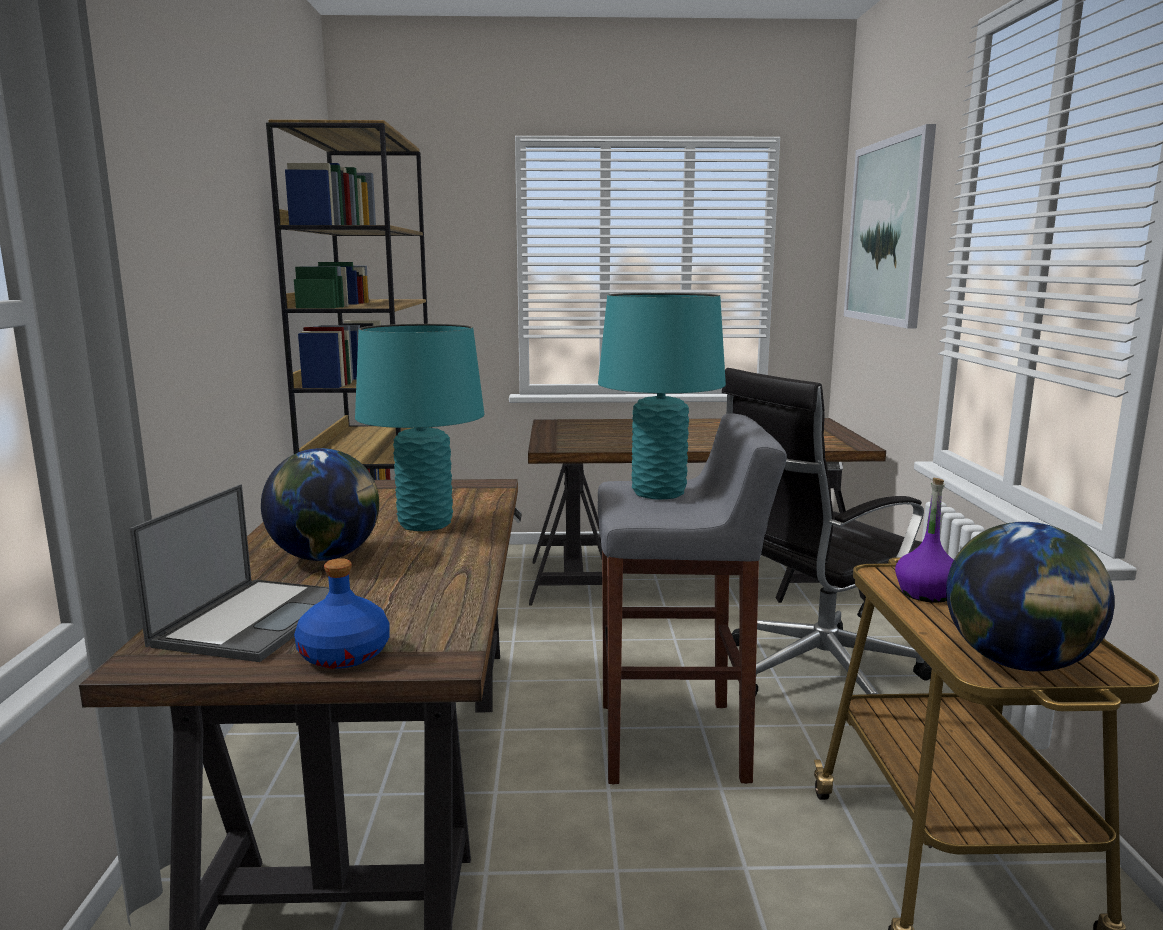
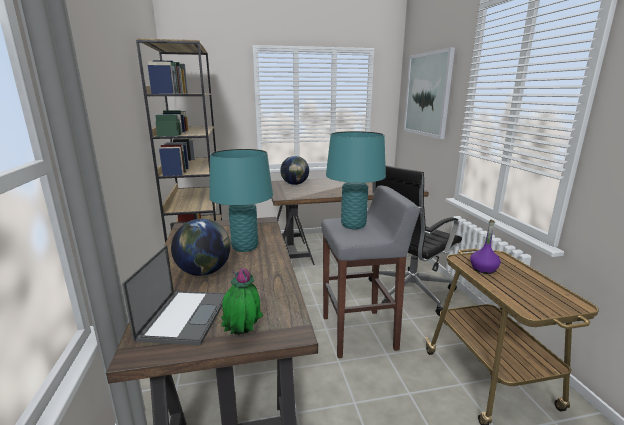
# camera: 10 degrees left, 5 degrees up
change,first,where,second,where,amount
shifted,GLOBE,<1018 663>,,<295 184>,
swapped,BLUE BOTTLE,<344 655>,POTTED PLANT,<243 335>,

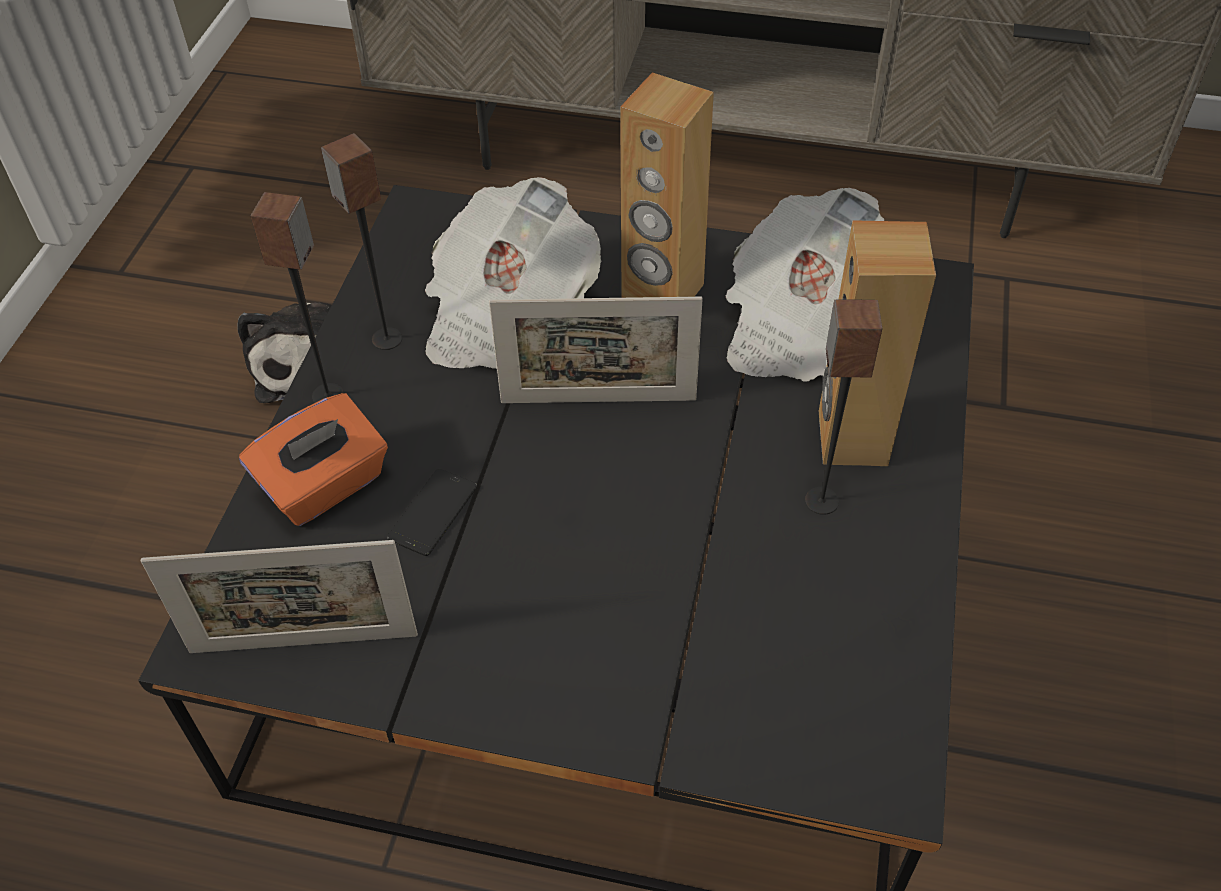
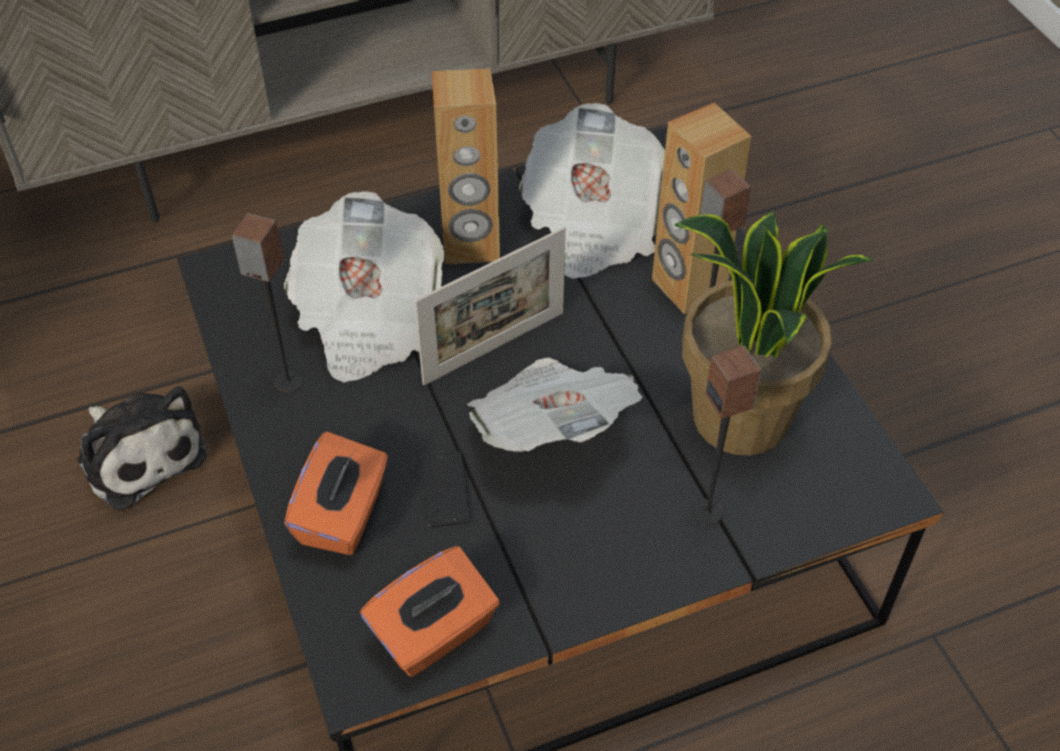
# camera: 35 degrees left, 0 degrees up
change,first,where,second,where,amount
shifted,SPEAKER,<328 395>,,<708 512>,
swapped,PICTURE FRAME,<304 643>,ORANGE TISSUE BOX,<434 633>,
new,,,POTTED PLANT,<739 419>,
new,,,NEWSPAPER,<551 429>,

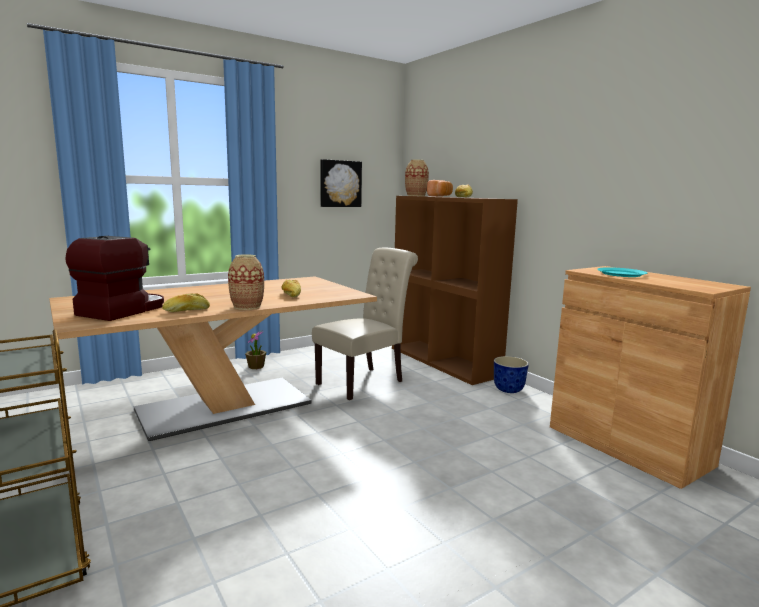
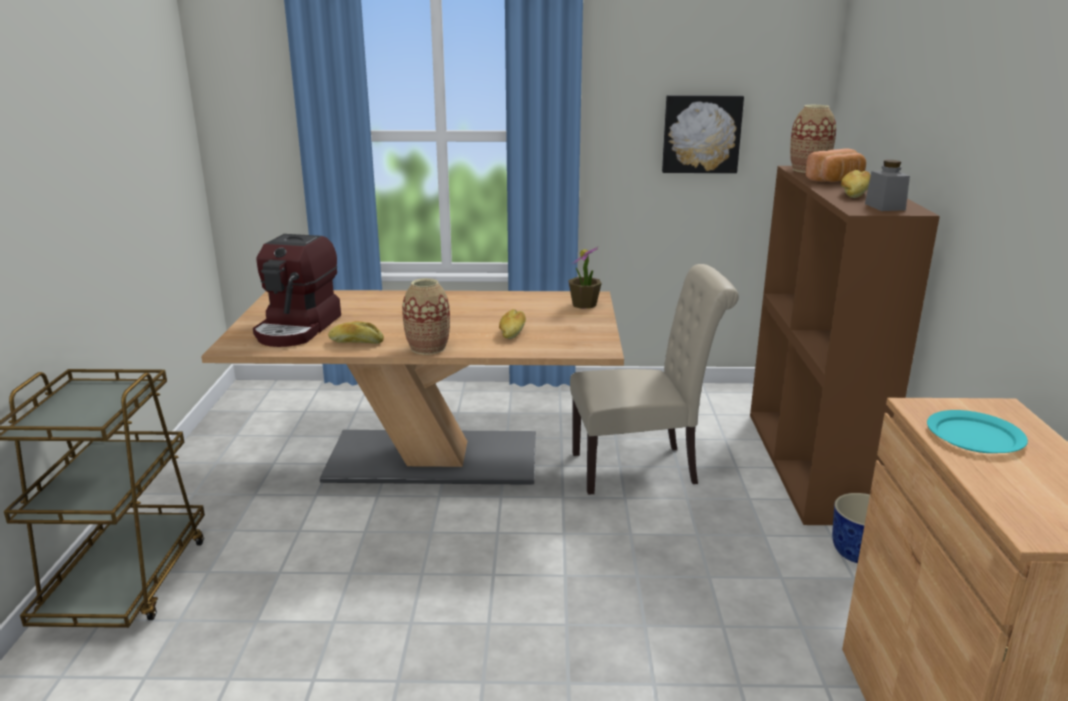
# camera: 35 degrees right, 10 degrees up
change,first,where,second,where,amount
rotated,COFFEE MACHINE,<122 310>,,<298 328>,135 degrees clockwise
shifted,POTTED PLANT,<256 366>,,<584 304>,
new,,,GREY JAR,<885 207>,

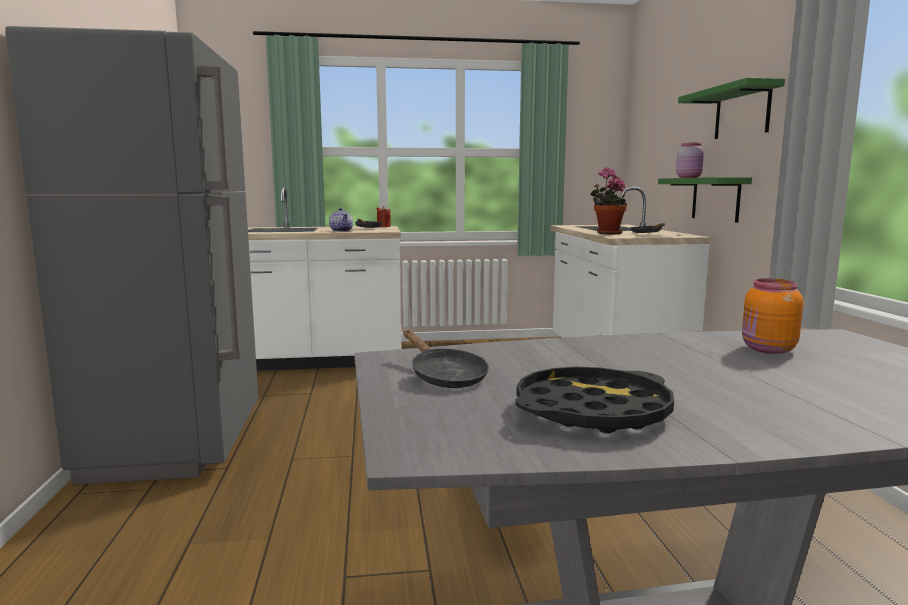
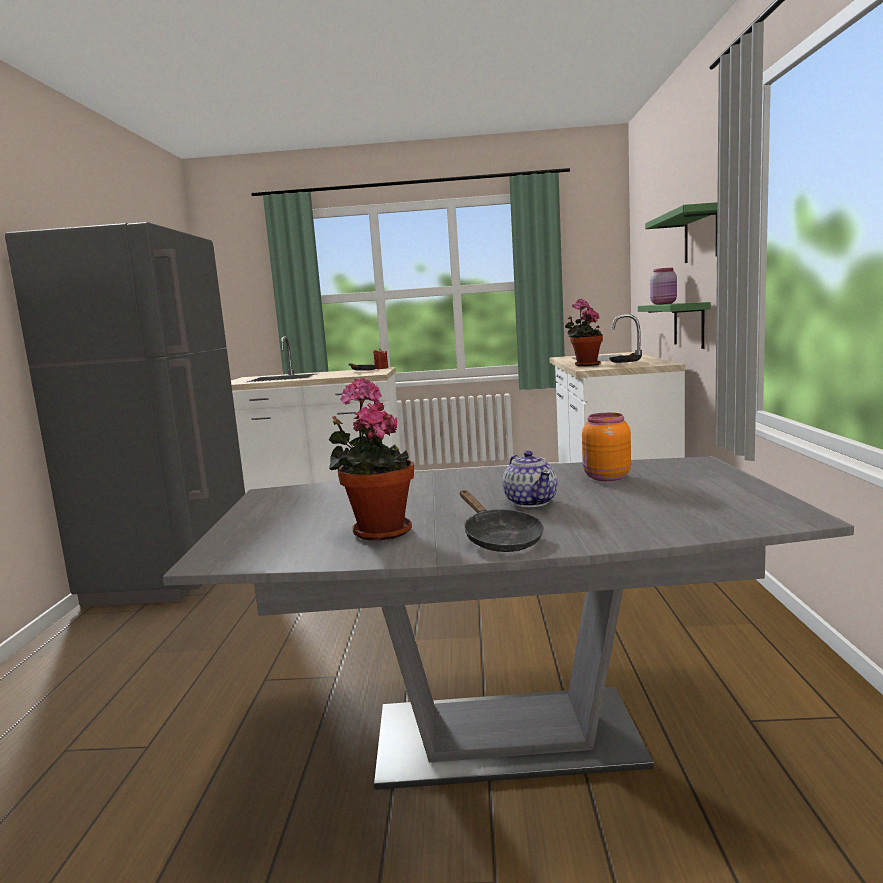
# camera: 10 degrees right, 0 degrees up
change,first,where,second,where,amount
shifted,TEAPOT,<341 231>,,<531 502>,
shifted,BLACK FRYING PAN,<444 376>,,<499 539>,
swapped,BLACK TRAY,<592 411>,POTTED PLANT,<377 531>,

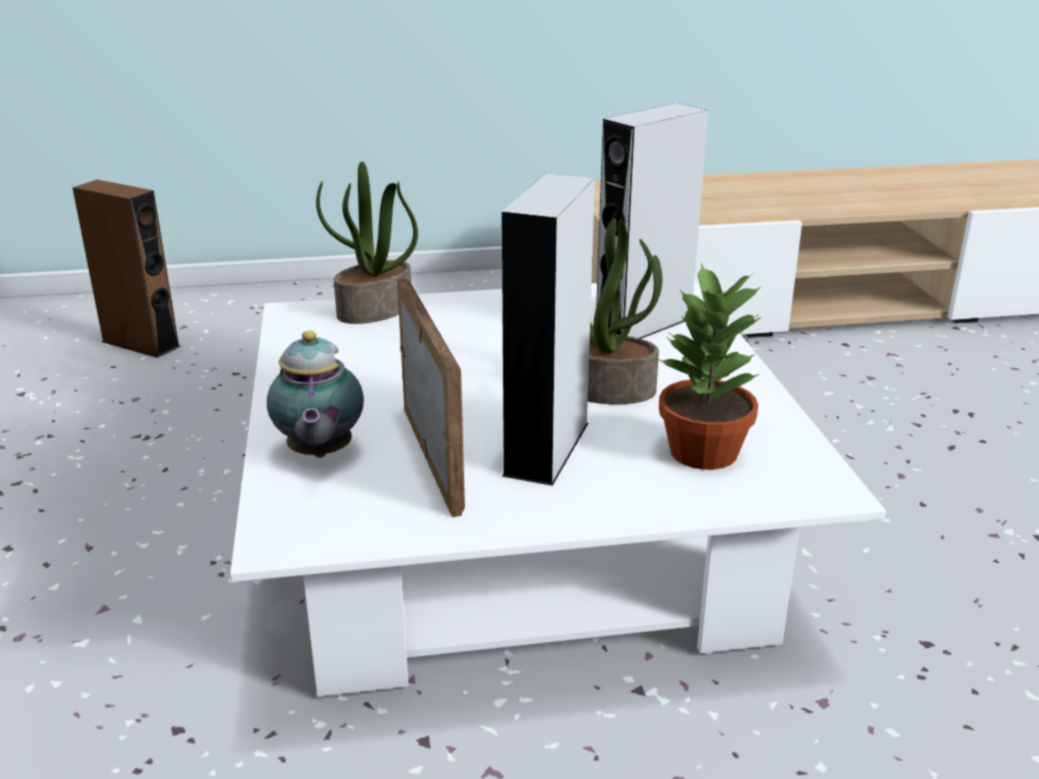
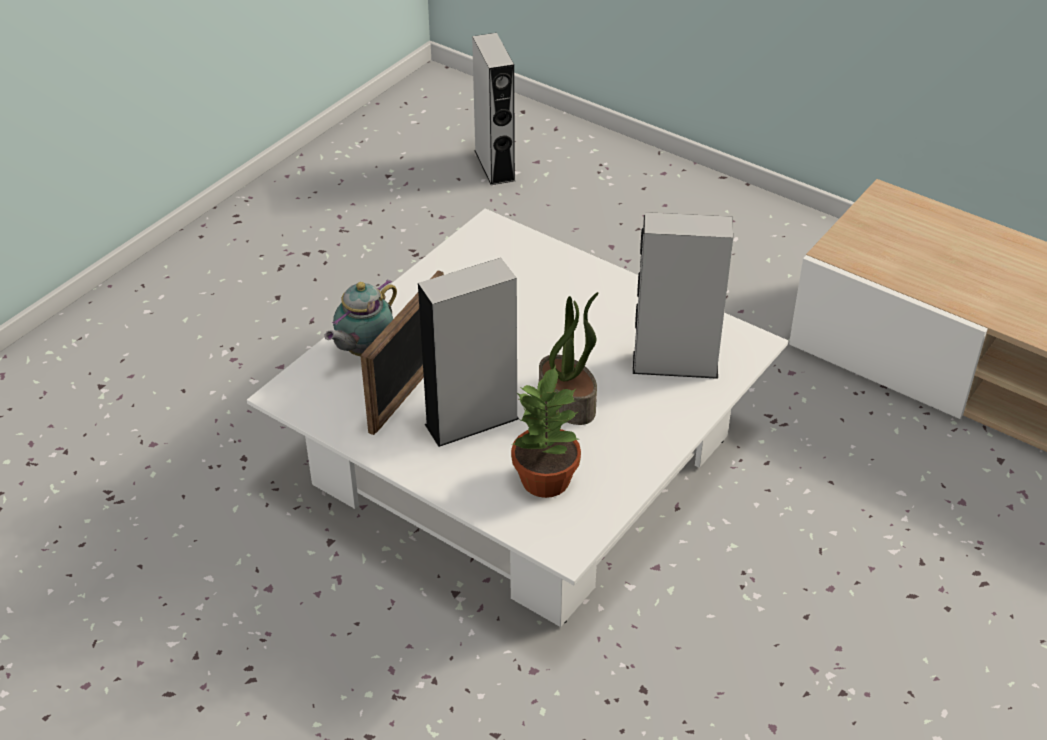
# camera: 45 degrees right, 15 degrees up
change,first,where,second,where,amount
gone,POTTED PLANT,<374 311>,,,
repainted,BROWN SPEAKER,<141 344>,GREY SPEAKER,<494 165>,

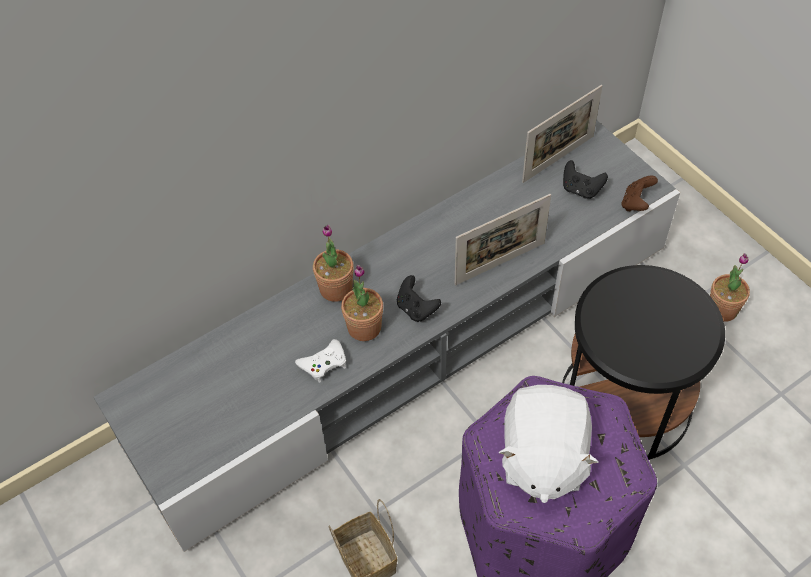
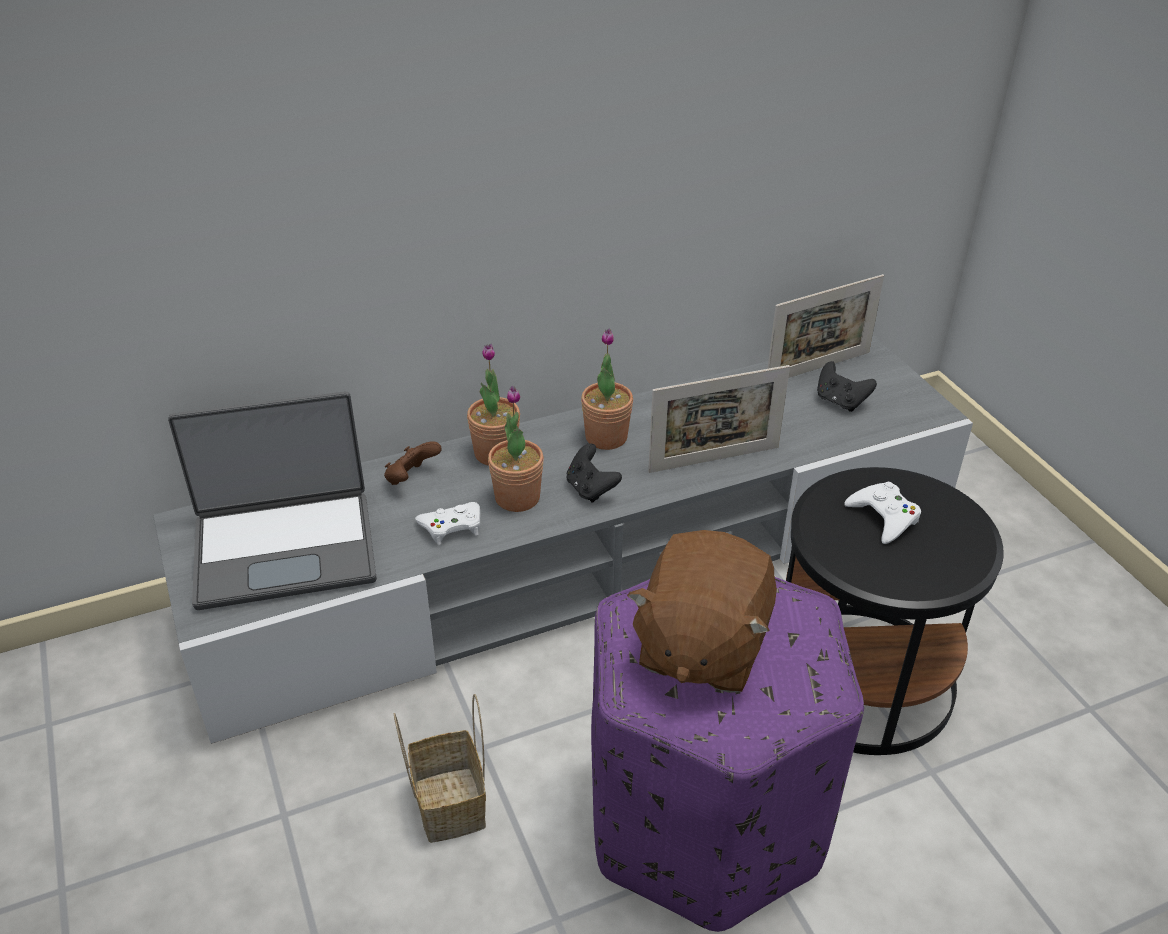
# camera: 10 degrees right, 15 degrees down
change,first,where,second,where,amount
shifted,BROWN GAME CONTROLLER,<636 203>,,<411 478>,
shifted,POTTED PLANT,<722 309>,,<606 437>,
repainted,WHITE PLUSH TOY,<542 458>,BROWN PLUSH TOY,<700 646>,
new,,,LAPTOP,<285 548>,
new,,,WHITE GAME CONTROLLER,<884 517>,

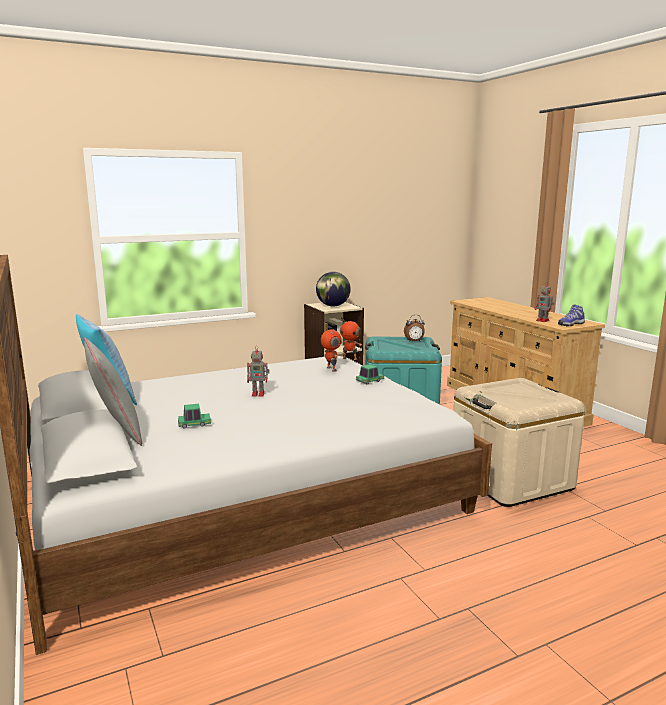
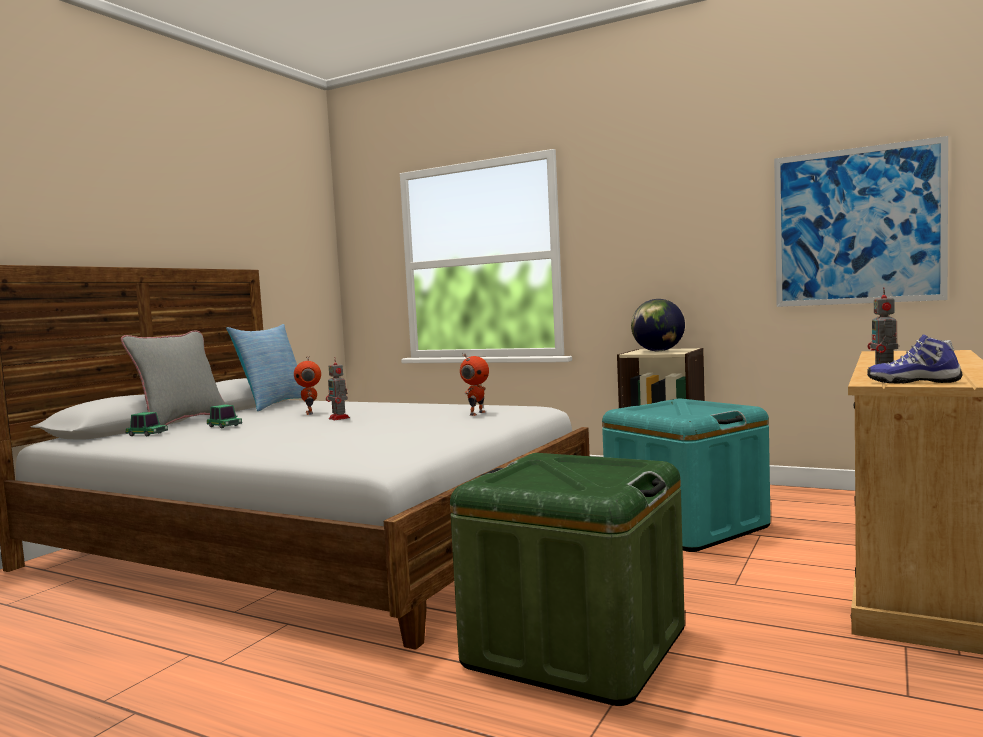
# camera: 55 degrees right, 10 degrees down
change,first,where,second,where,amount
gone,ALARM CLOCK,<414 341>,,,
shifted,TOY ROBOT,<350 358>,,<310 413>,
shifted,TOY CAR,<369 381>,,<147 434>,
repainted,BEIGE STORAGE BOX,<510 479>,GREEN STORAGE BOX,<575 647>,
new,,,PICTURE,<857 226>,

